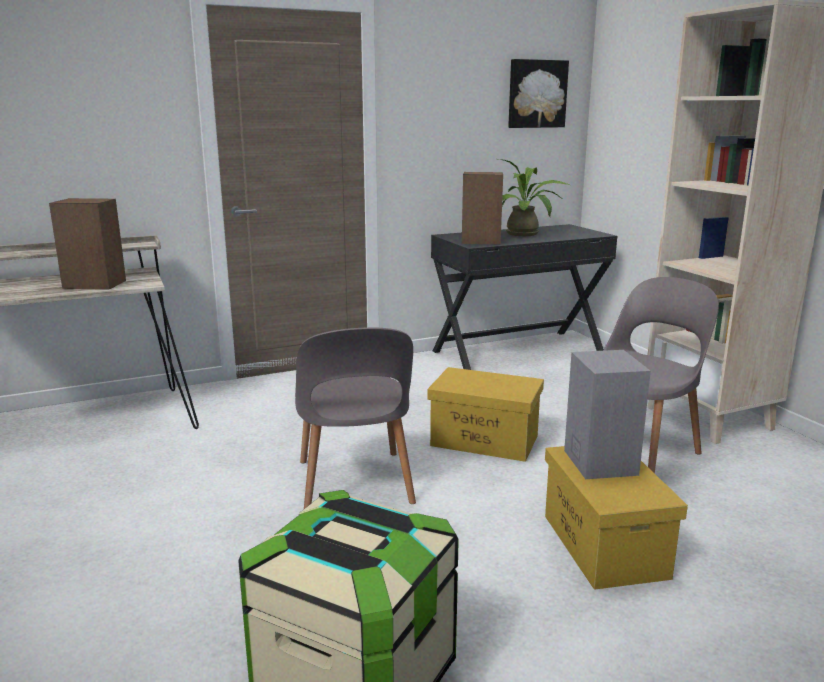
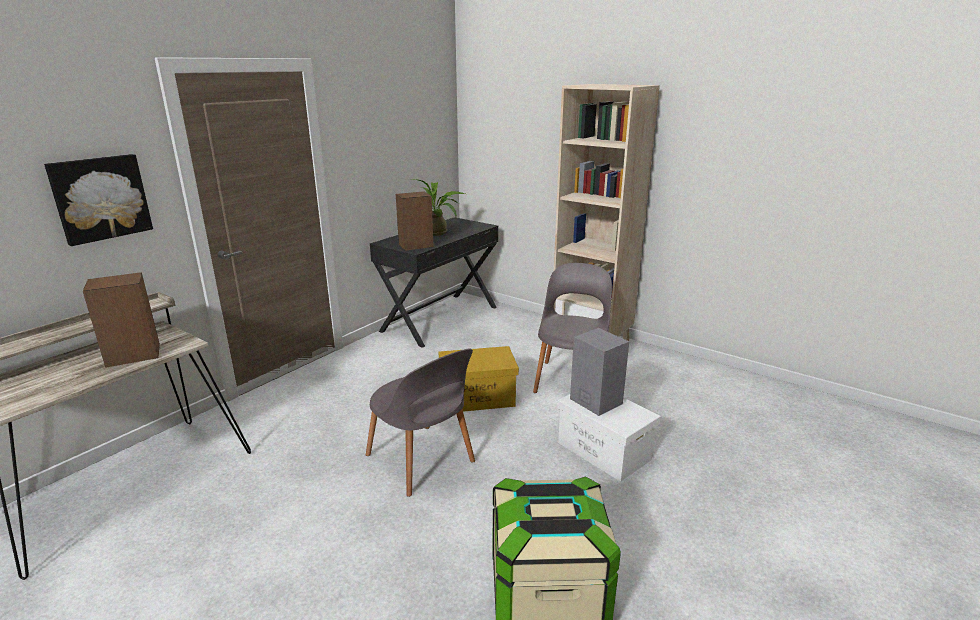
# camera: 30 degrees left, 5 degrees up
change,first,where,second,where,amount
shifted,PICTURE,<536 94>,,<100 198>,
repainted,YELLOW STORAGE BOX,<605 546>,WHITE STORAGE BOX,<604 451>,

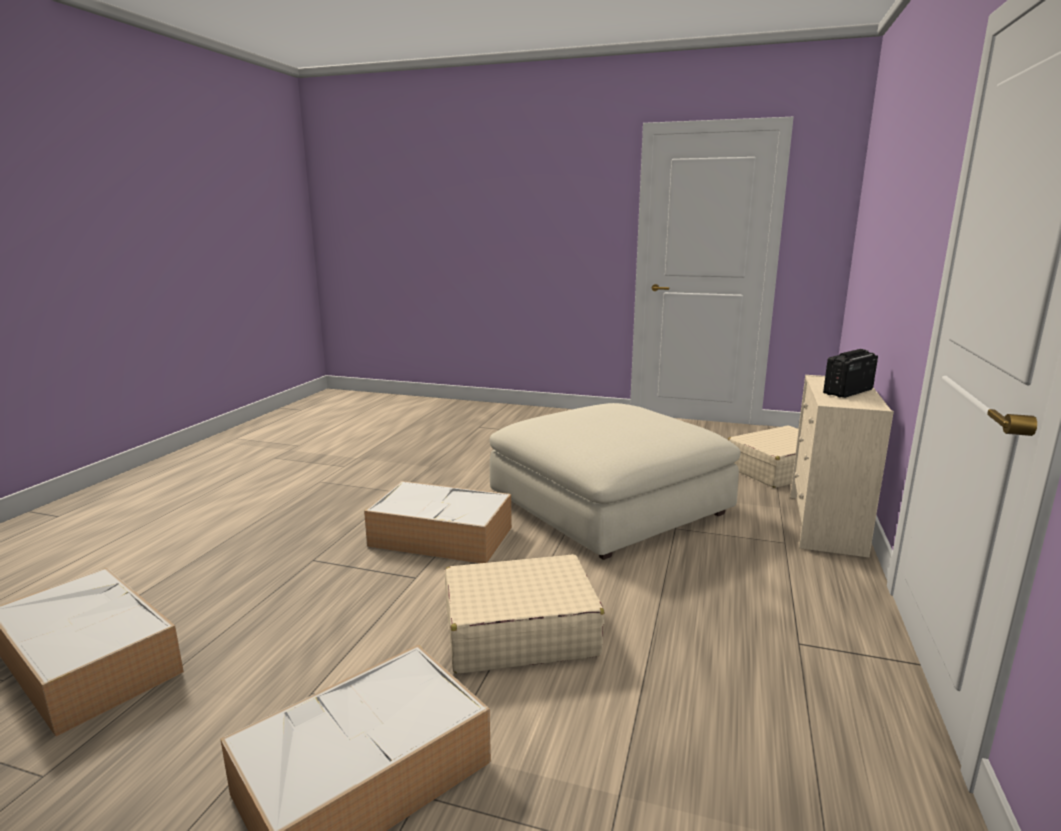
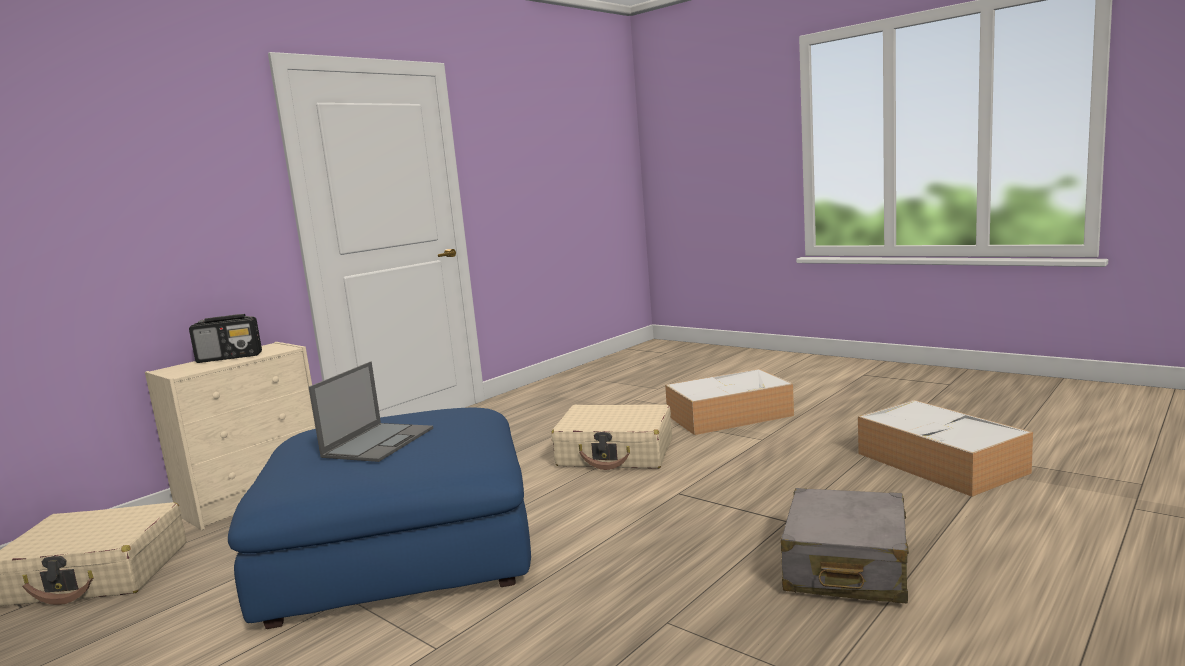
# camera: 155 degrees left, 5 degrees down
change,first,where,second,where,amount
repainted,BEIGE OTTOMAN,<609 504>,BLUE OTTOMAN,<400 548>,
gone,STORAGE BOX,<443 536>,,,
new,,,LAPTOP,<379 442>,
new,,,GREY SUITCASE,<846 566>,

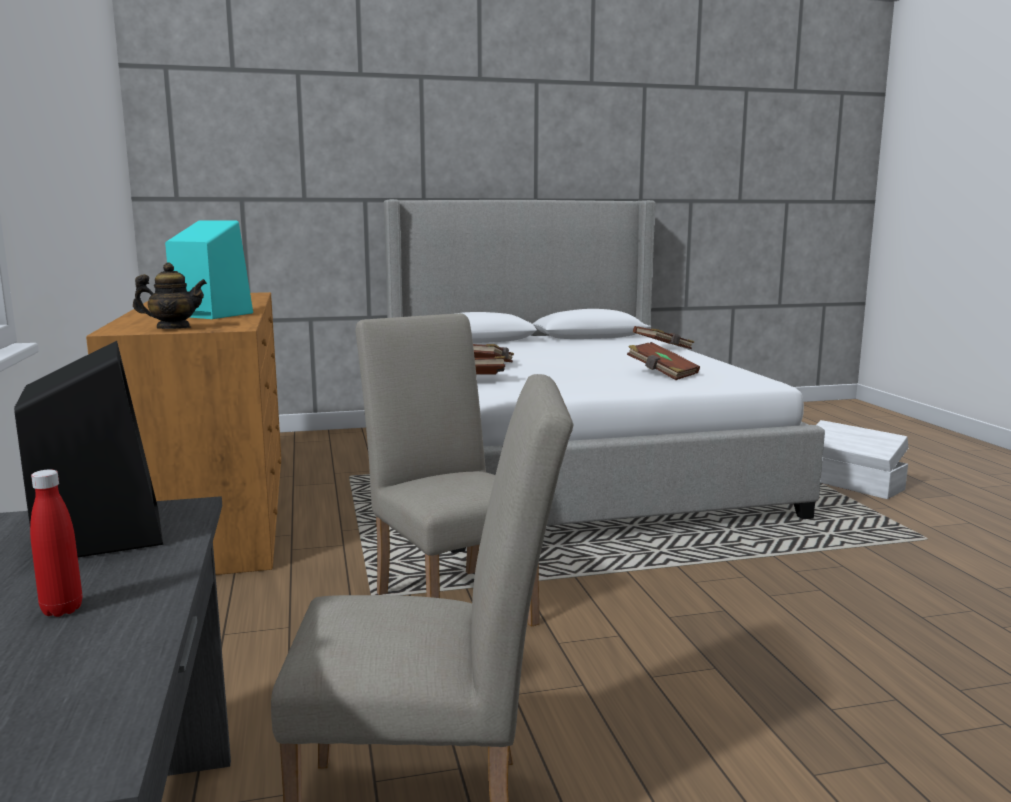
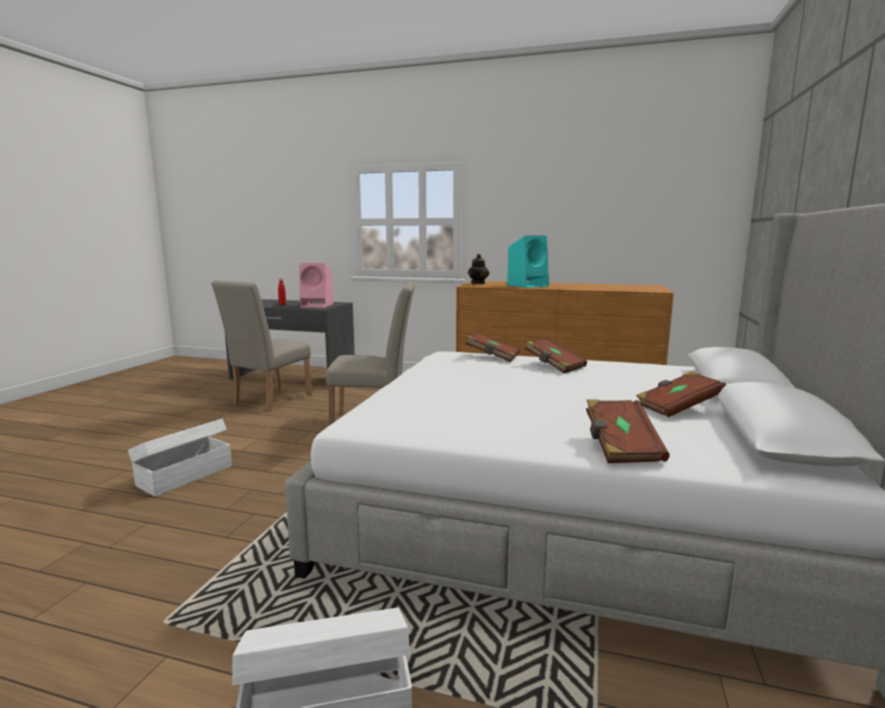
# camera: 120 degrees right, 0 degrees up
change,first,where,second,where,amount
repainted,BLACK SPEAKER,<100 533>,PINK SPEAKER,<318 305>,
shifted,BROWN BOOK,<662 374>,,<677 408>,
new,,,WHITE STORAGE BOX,<184 476>,

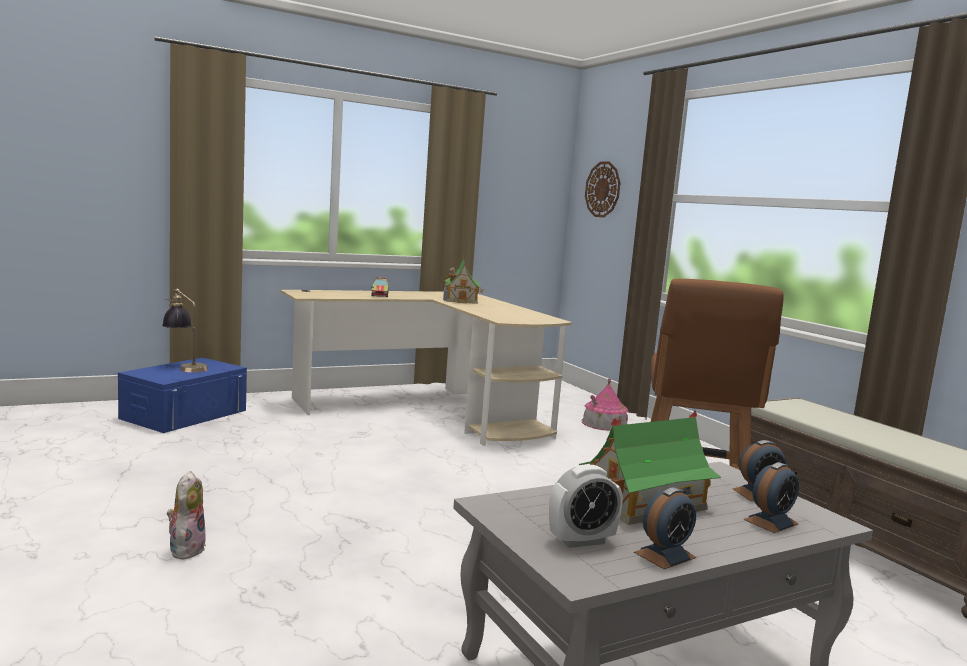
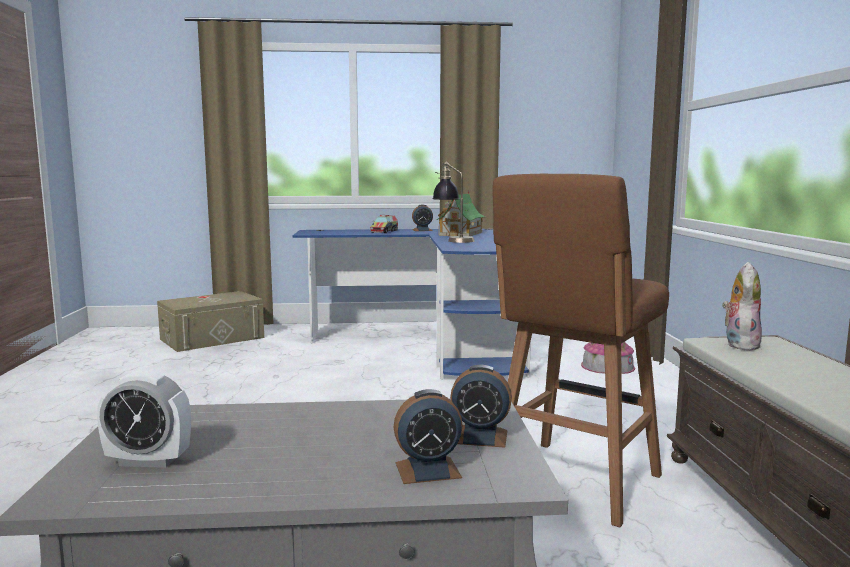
# camera: 25 degrees right, 0 degrees up
change,first,where,second,where,amount
gone,WALL CLOCK,<603 189>,,,
shifted,TABLE LAMP,<185 367>,,<453 240>,
repainted,BEIGE DESK,<432 410>,BLUE DESK,<431 345>,
repainted,BLUE STORAGE BOX,<184 414>,BEIGE STORAGE BOX,<212 338>,
gone,TOY HOUSE,<645 503>,,,
shifted,PLUSH TOY,<186 549>,,<739 344>,
shifted,ALARM CLOCK,<664 555>,,<422 230>,

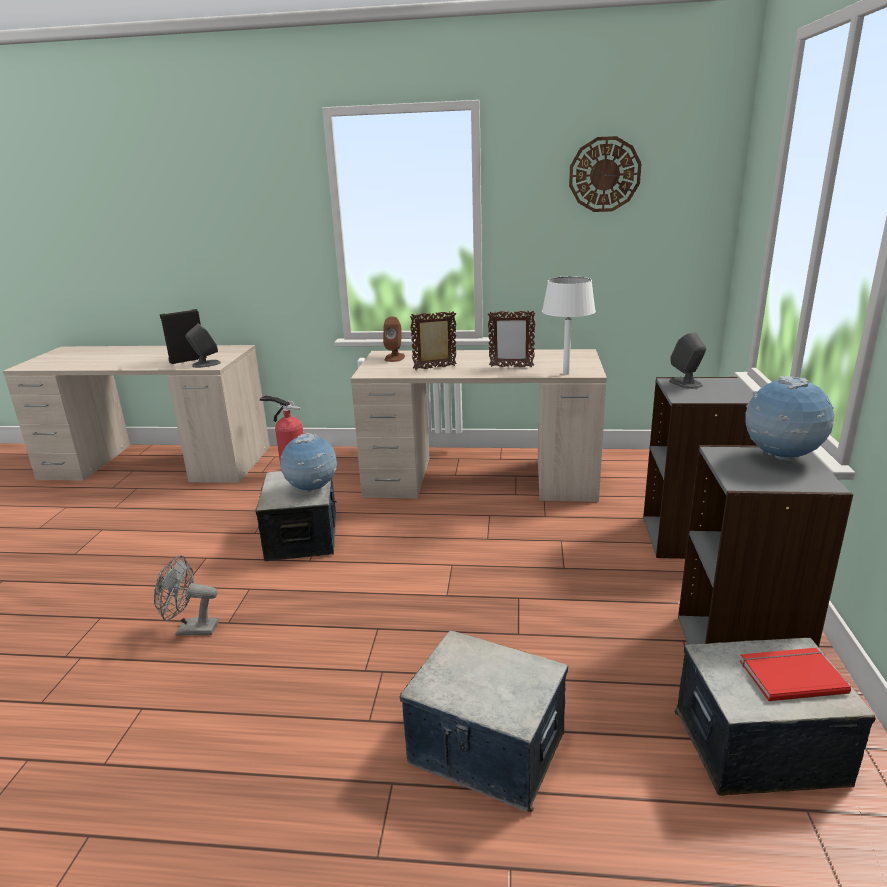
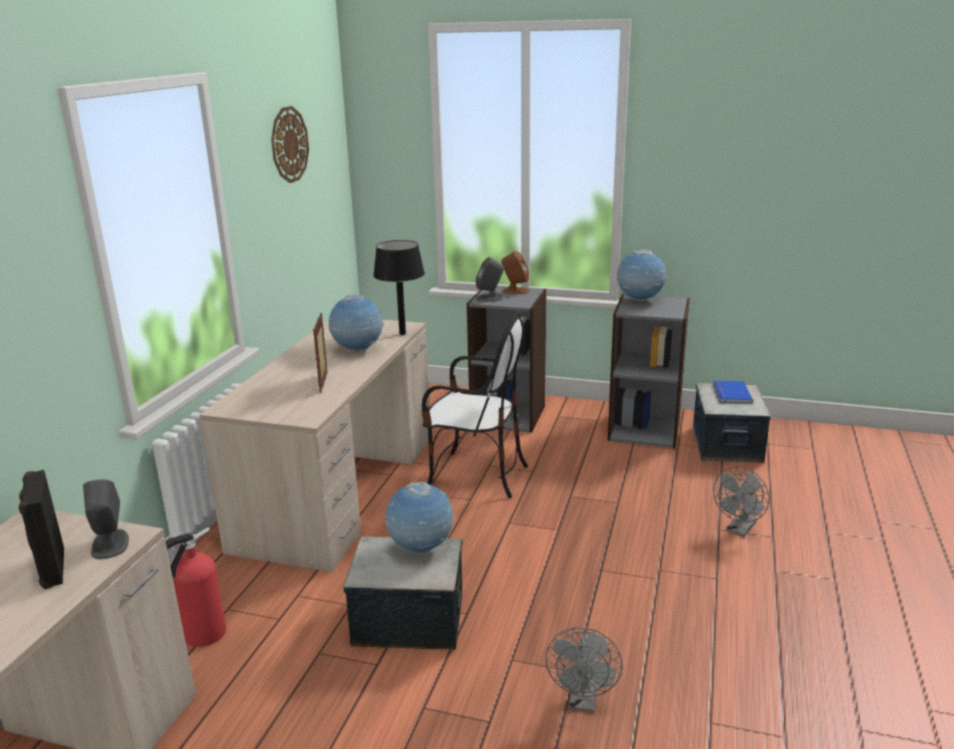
# camera: 80 degrees left, 0 degrees up
change,first,where,second,where,amount
repainted,WHITE TABLE LAMP,<566 373>,BLACK TABLE LAMP,<402 333>,
swapped,PICTURE FRAME,<511 367>,GLOBE,<358 351>,
shifted,BROWN SPEAKER,<394 357>,,<515 291>,
swapped,STORAGE BOX,<486 749>,GREY FAN,<739 530>,
repainted,RED BOOK,<790 675>,BLUE BOOK,<730 394>,
new,,,CHAIR,<476 476>,

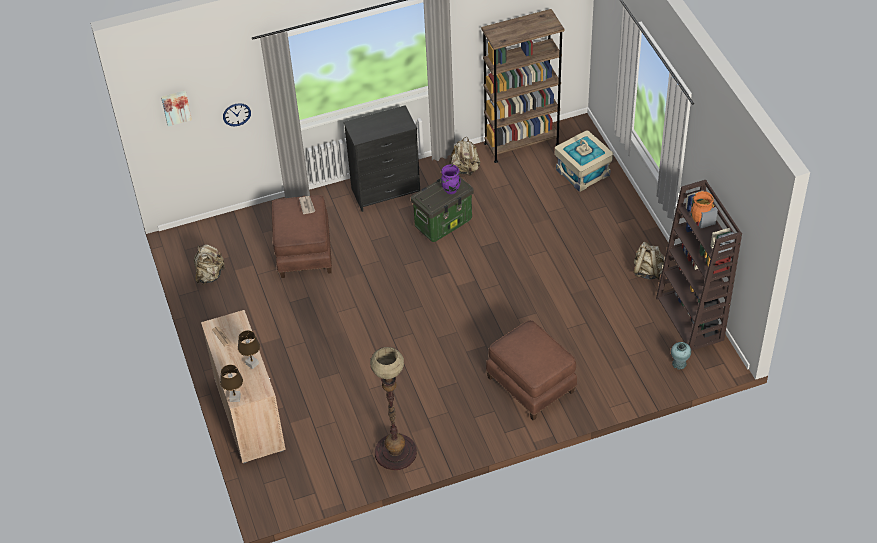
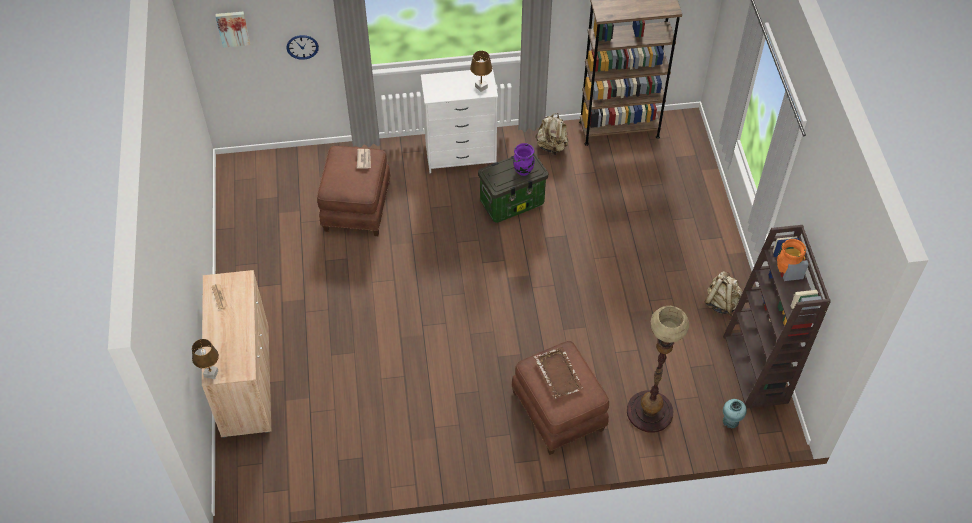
# camera: 10 degrees right, 5 degrees up
change,first,where,second,where,amount
repainted,BLACK DRESSER,<386 192>,WHITE DRESSER,<460 156>,
gone,BEIGE STORAGE BOX,<583 172>,,,
gone,BEIGE BACKPACK,<210 275>,,,
shifted,BROWN TABLE LAMP,<252 364>,,<481 87>,
shifted,FLOOR LAMP,<395 452>,,<649 411>,
new,,,BROWN TRAY,<558 373>,

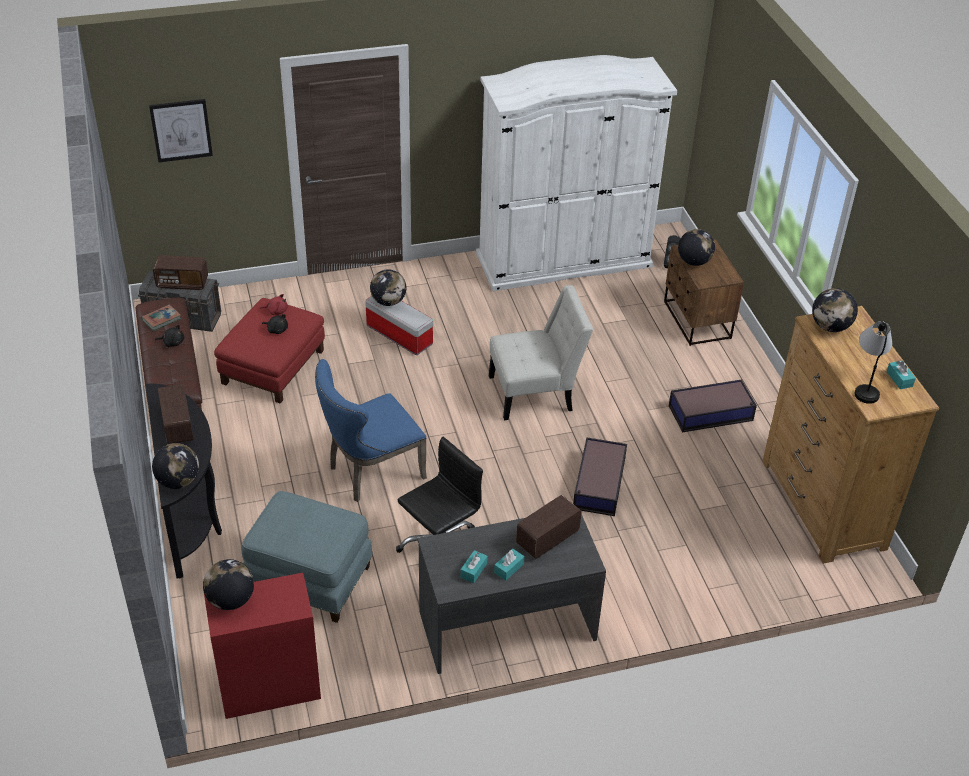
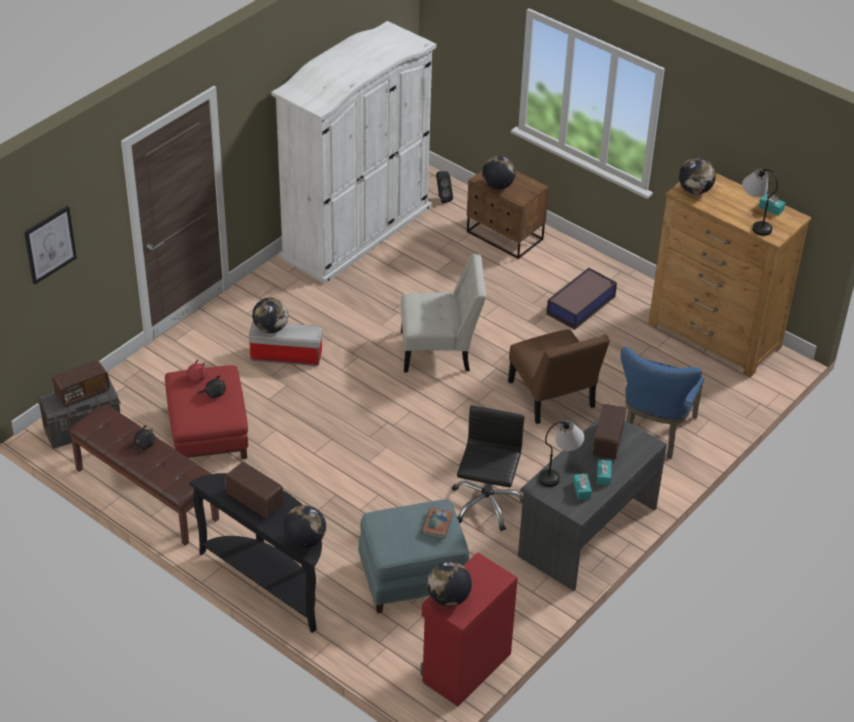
# camera: 35 degrees left, 0 degrees up
change,first,where,second,where,amount
rotated,WHITE CHAIR,<535 393>,,<440 351>,45 degrees clockwise
shifted,BOOK,<161 319>,,<437 525>,
shifted,BLUE CHAIR,<370 472>,,<654 433>,
swapped,STORAGE BOX,<598 484>,BROWN CHAIR,<553 398>,
new,,,TABLE LAMP,<560 472>,

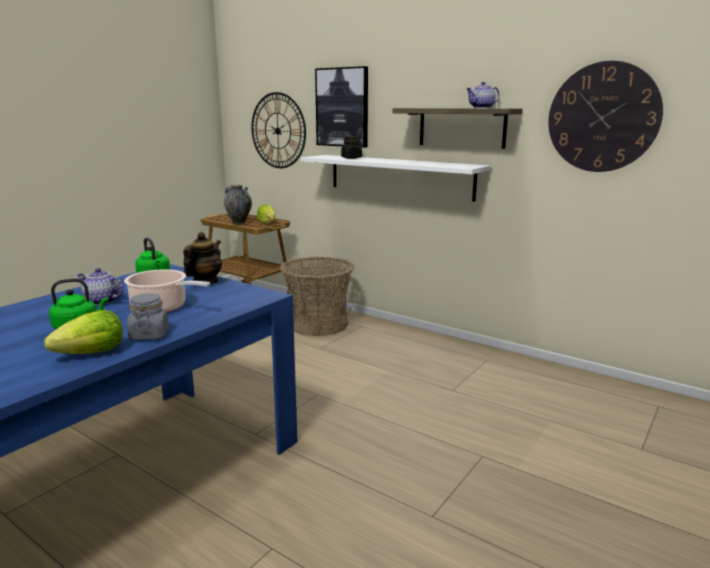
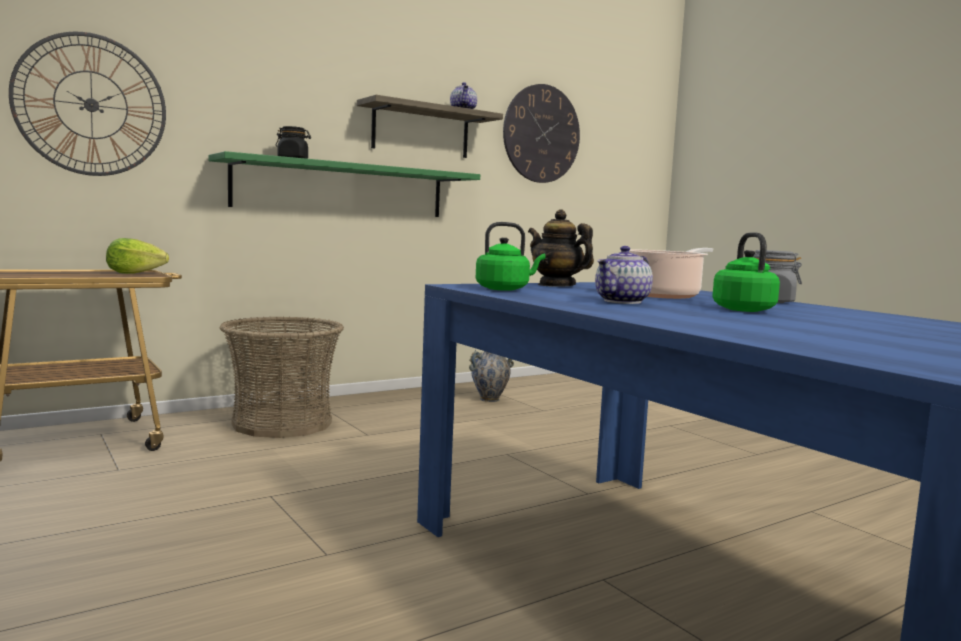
# camera: 70 degrees left, 10 degrees down
change,first,where,second,where,amount
gone,PICTURE,<342 107>,,,
repainted,WHITE SHELF,<399 176>,GREEN SHELF,<342 189>,
shifted,VASE,<239 223>,,<489 399>,
gone,LETTUCE,<92 353>,,,

